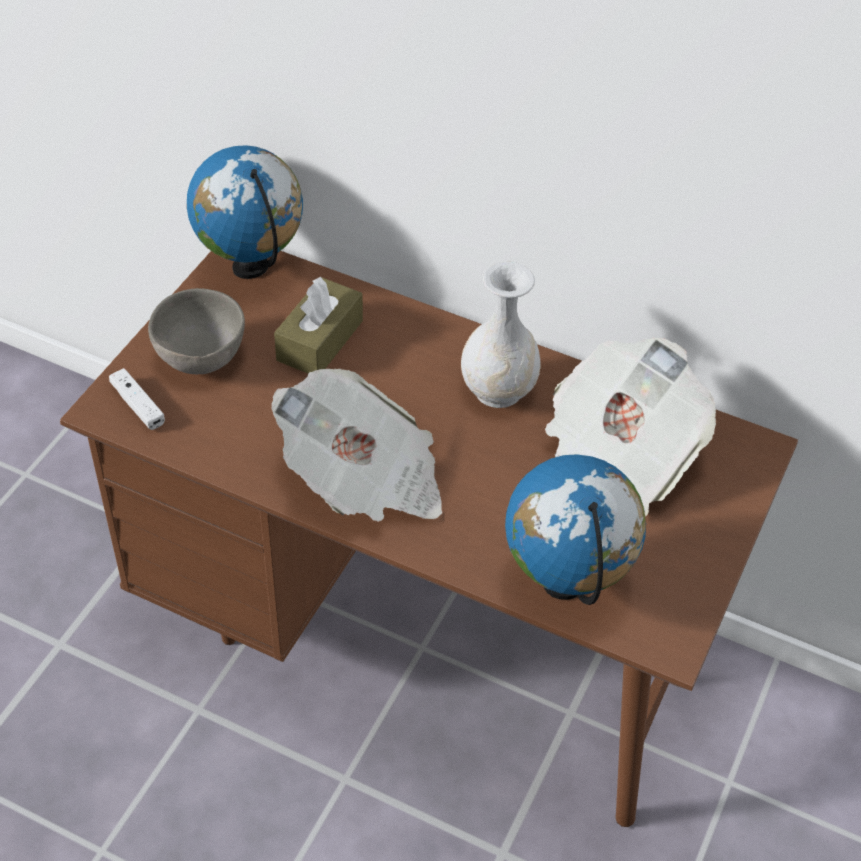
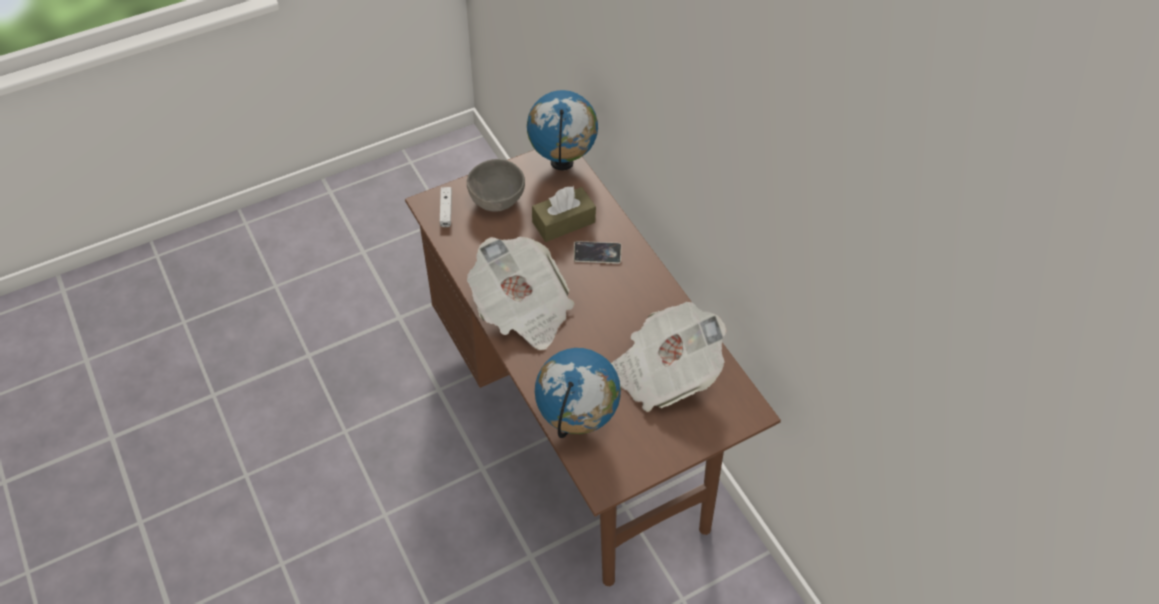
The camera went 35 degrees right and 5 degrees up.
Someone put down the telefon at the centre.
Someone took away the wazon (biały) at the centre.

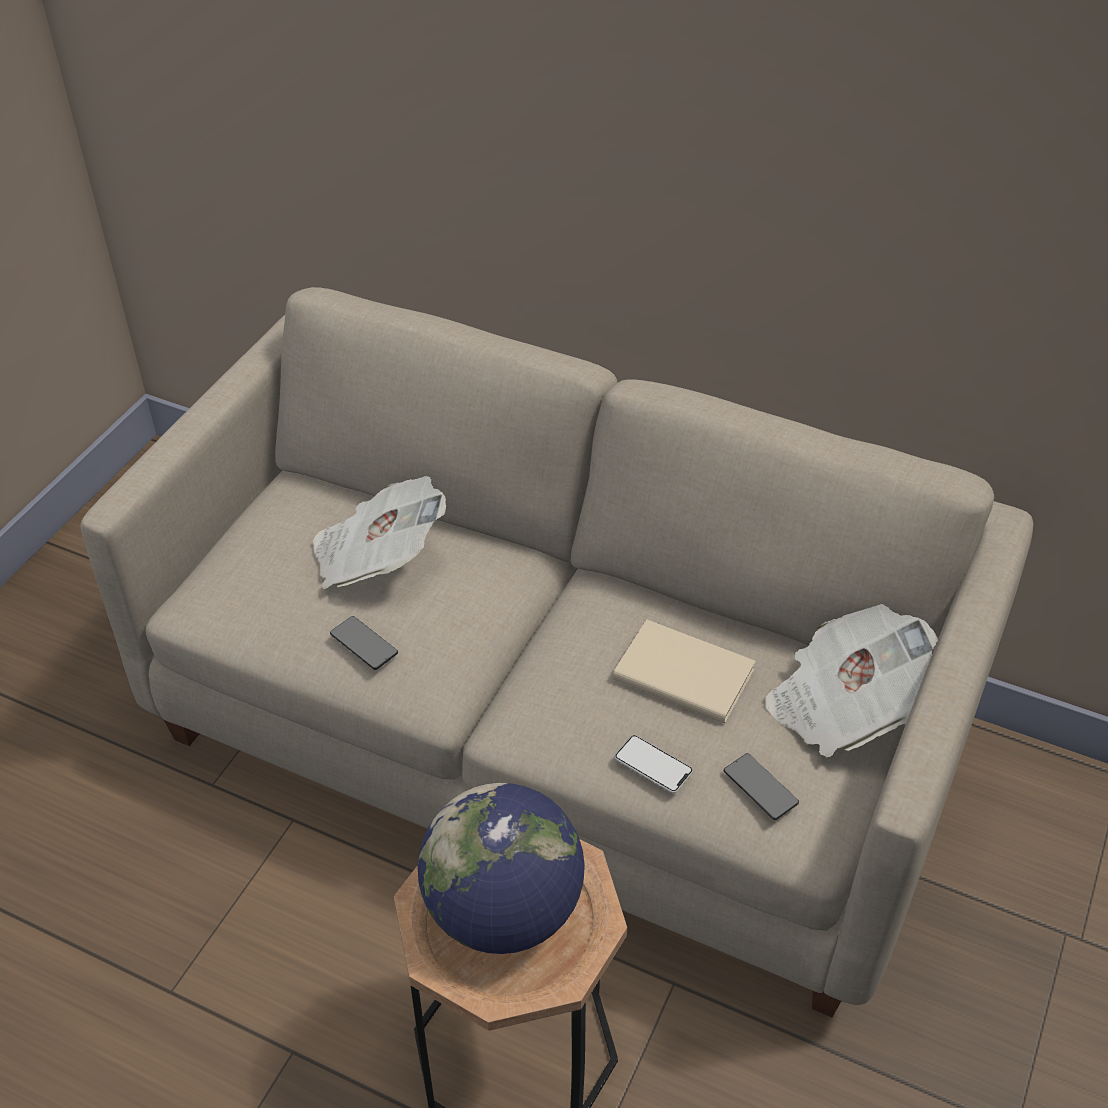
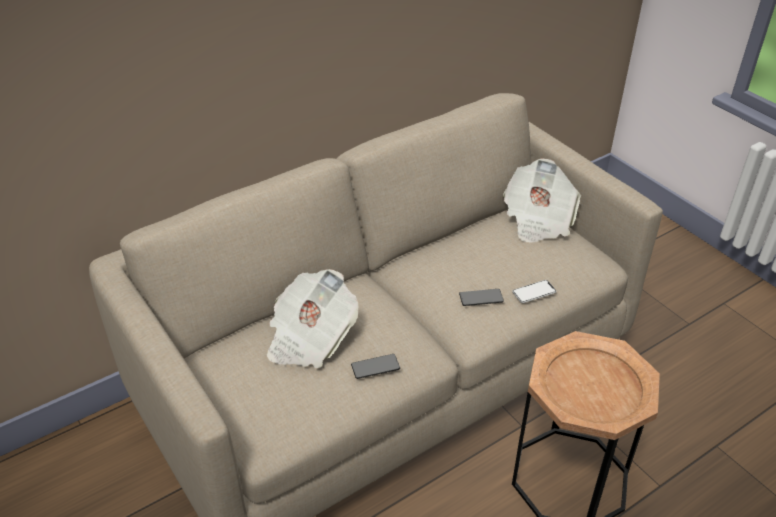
The camera went 60 degrees left and 5 degrees down.
Someone carried the telefon (3rd from left in the first image) from the bottom right to the centre.
Someone took away the globus at the bottom centre.
Someone took away the książka (beżowy) at the centre.

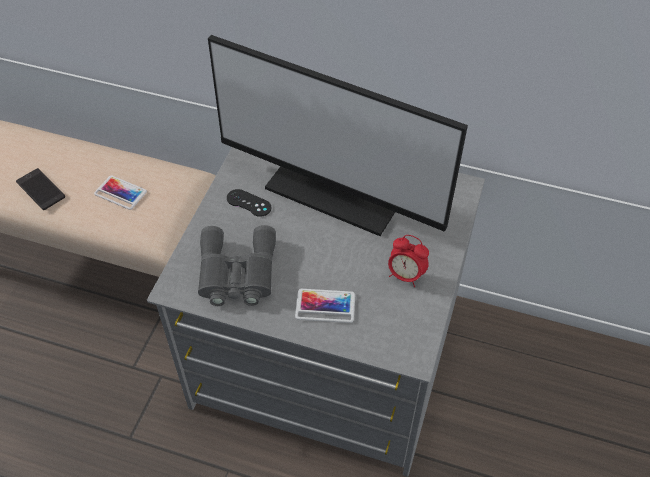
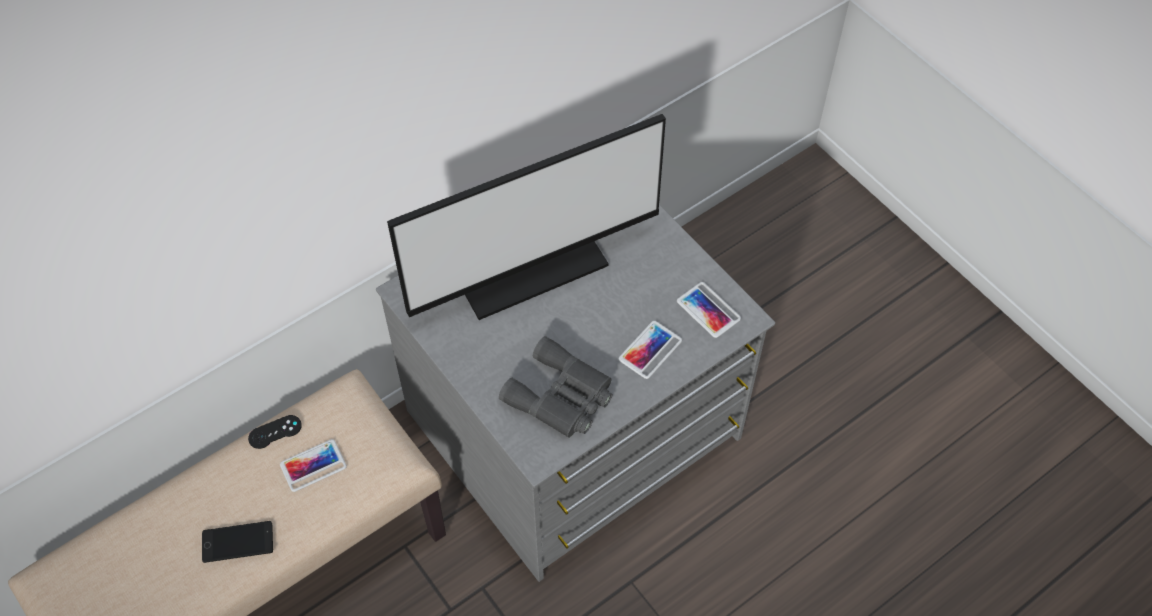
The camera went 55 degrees left and 5 degrees up.
Someone carried the pad do gier (czarny) from the centre to the bottom left.
Someone put down the telefon (4th from left) at the centre.
Someone took away the budzik at the centre.

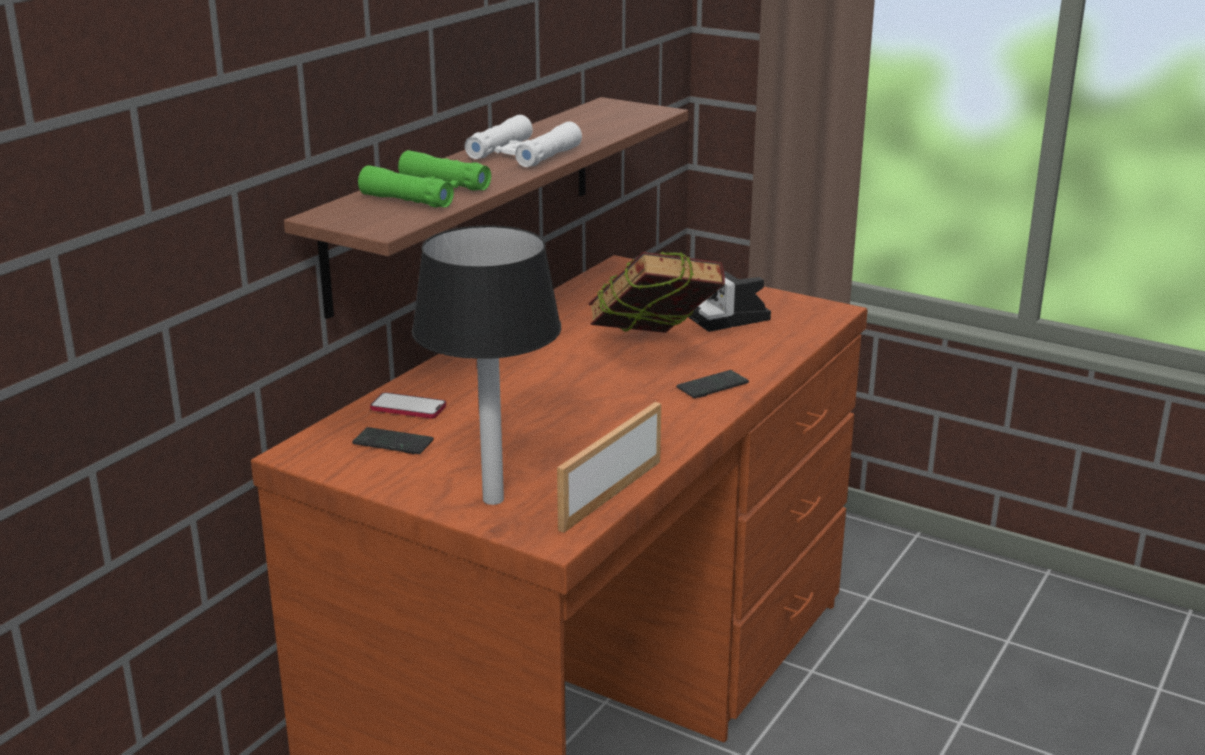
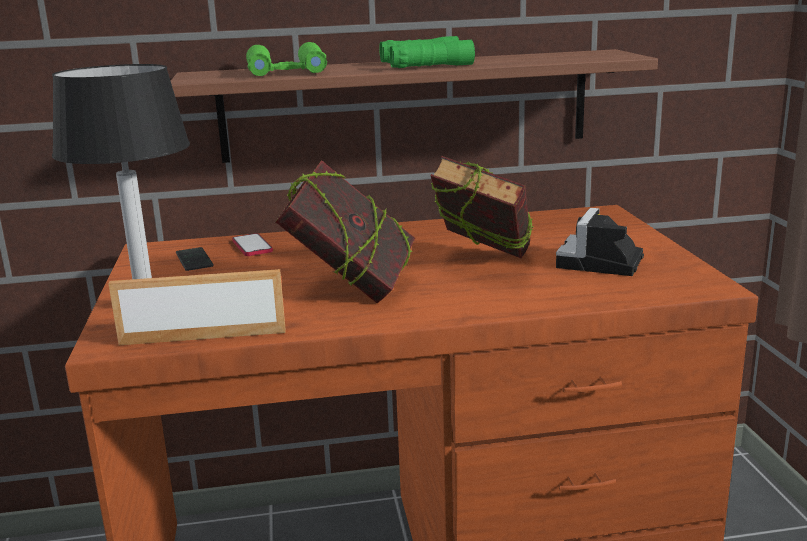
The camera went 50 degrees right and 5 degrees down.
Someone put down the książka (1st from left) at the centre.
Someone repainted the lornetka (biały) at the top centre, which became the lornetka (zielony) (2nd from left) at the top centre.
Someone took away the telefon (3rd from left) at the centre.

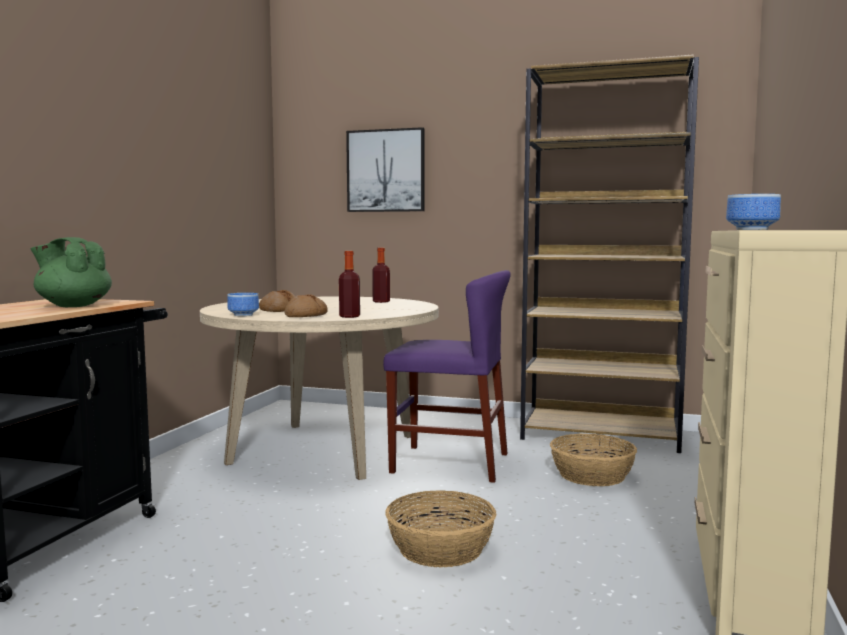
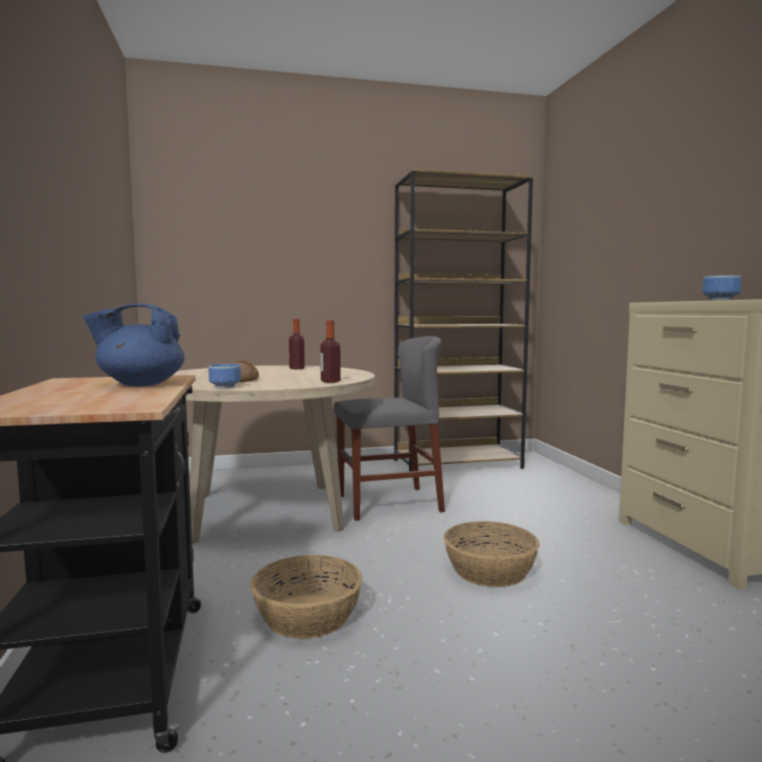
The camera went 30 degrees left and 0 degrees up.
Someone repainted the imbryk (zielony) at the middle left, which became the imbryk (niebieski) at the middle left.
Someone carried the koszyk (2nd from left in the first image) from the bottom right to the bottom centre.
Someone repainted the krzesło (fioletowy) at the centre, which became the krzesło (szary) at the centre.
Someone took away the chleb (2nd from left) at the centre.
Someone took away the obraz at the top centre.

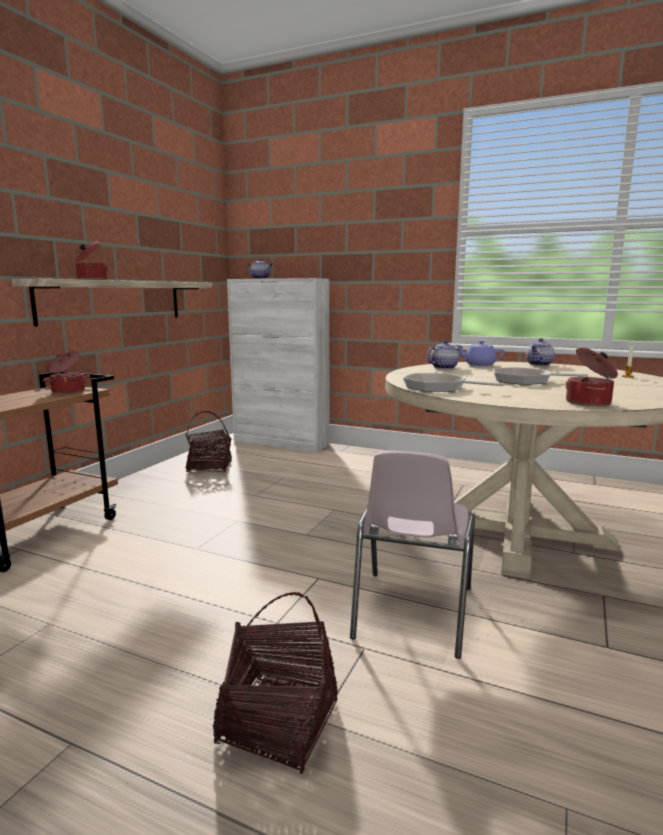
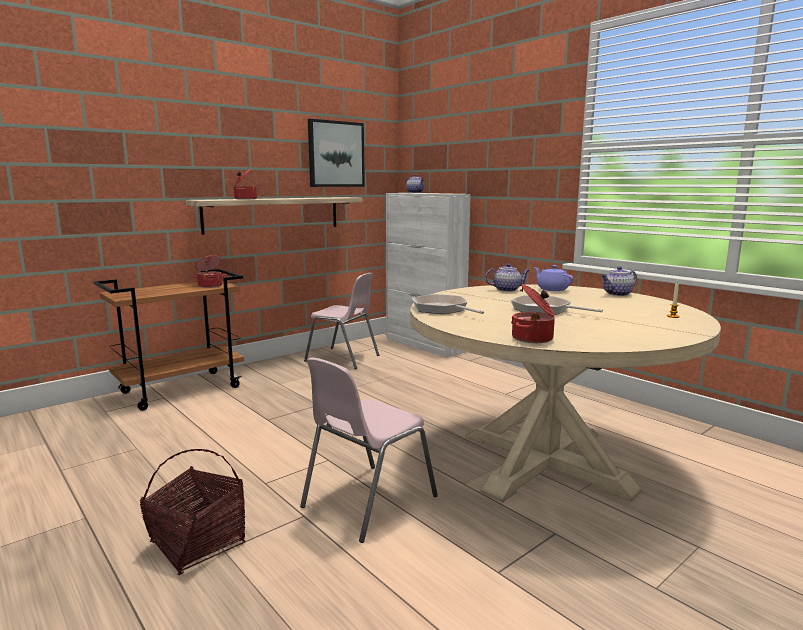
The camera went 25 degrees right and 0 degrees up.
Someone swapped the koszyk (1st from left) at the middle left for the krzesło (różowy) (1st from left) at the centre.
Someone put up the obraz at the top centre.

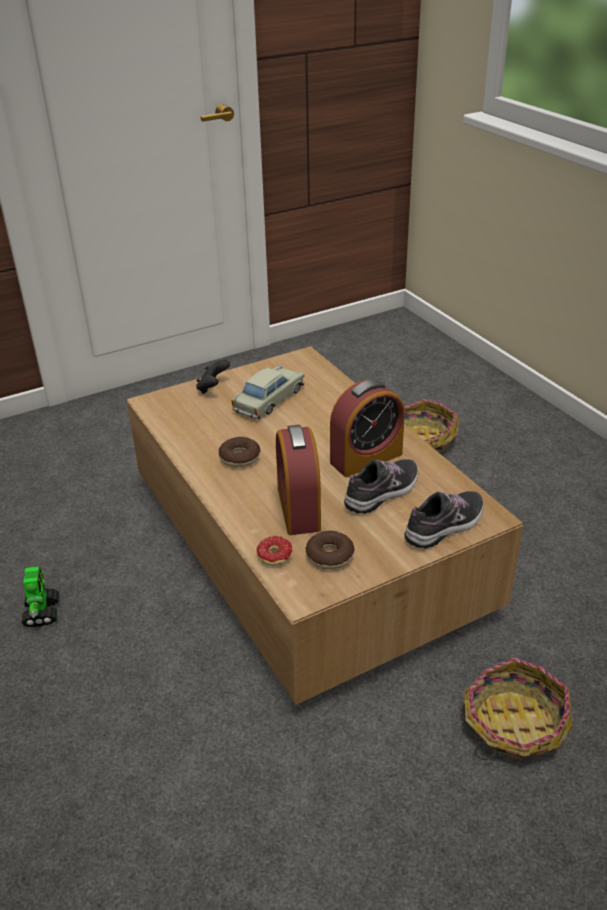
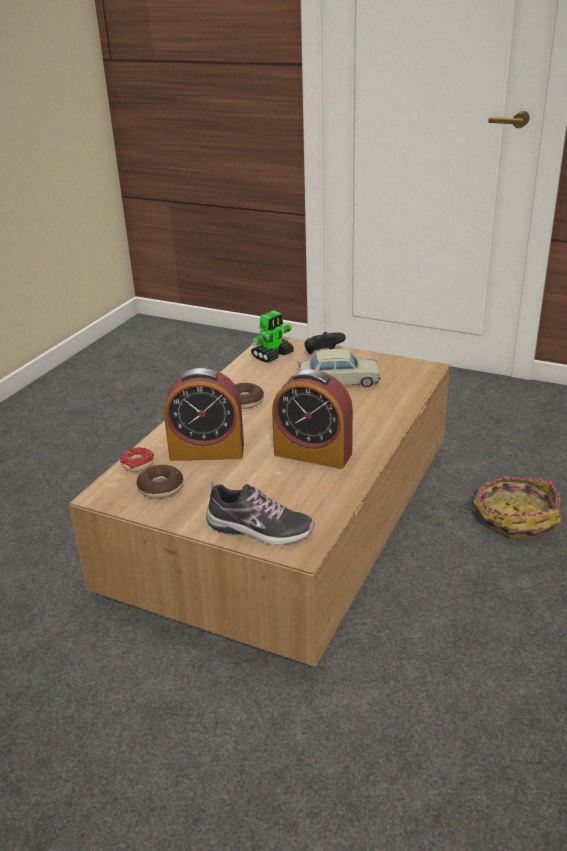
The camera went 55 degrees right and 5 degrees down.
Someone rotated the budzik (1st from left) at the centre by 135 degrees counterclockwise.
Someone carried the robot zabawkowy from the middle left to the centre.
Someone took away the but (1st from left) at the centre.
Someone took away the koszyk (2nd from left) at the bottom right.

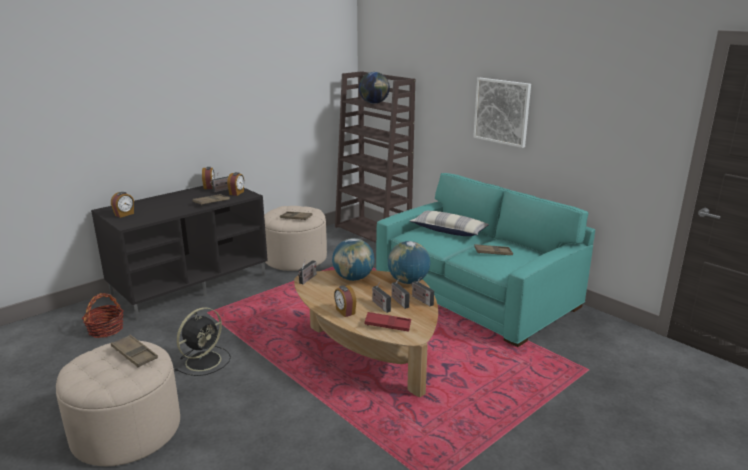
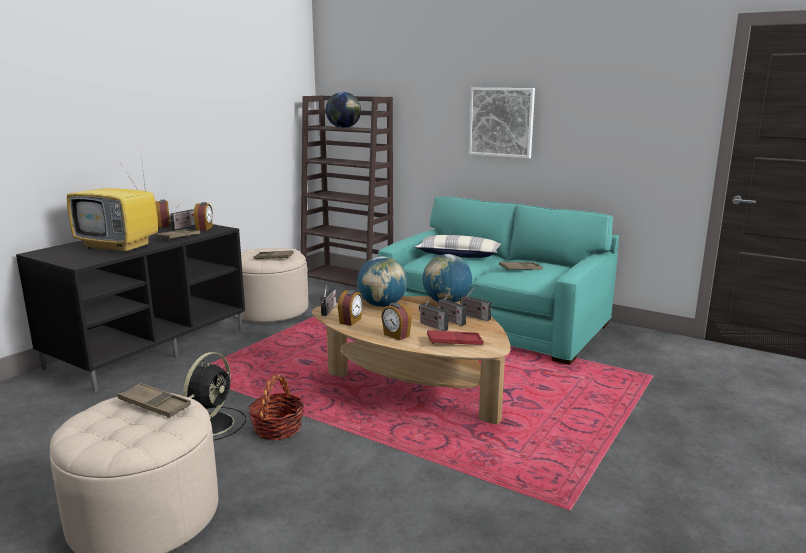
The camera went 15 degrees left and 5 degrees down.
Someone put down the telewizor at the middle left.
Someone carried the koszyk from the bottom left to the bottom centre.
Someone carried the budzik (1st from left in the first image) from the middle left to the centre.

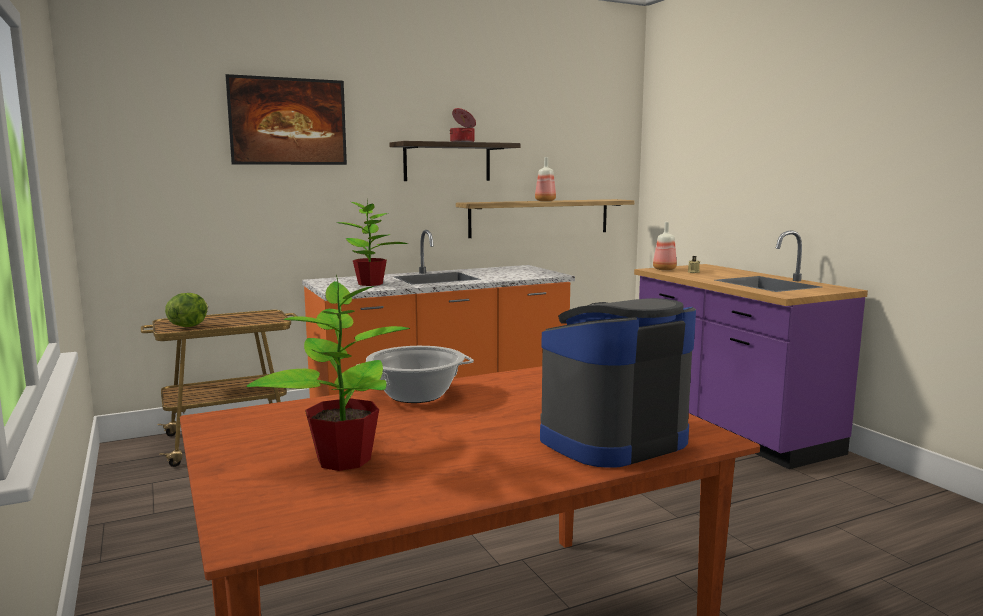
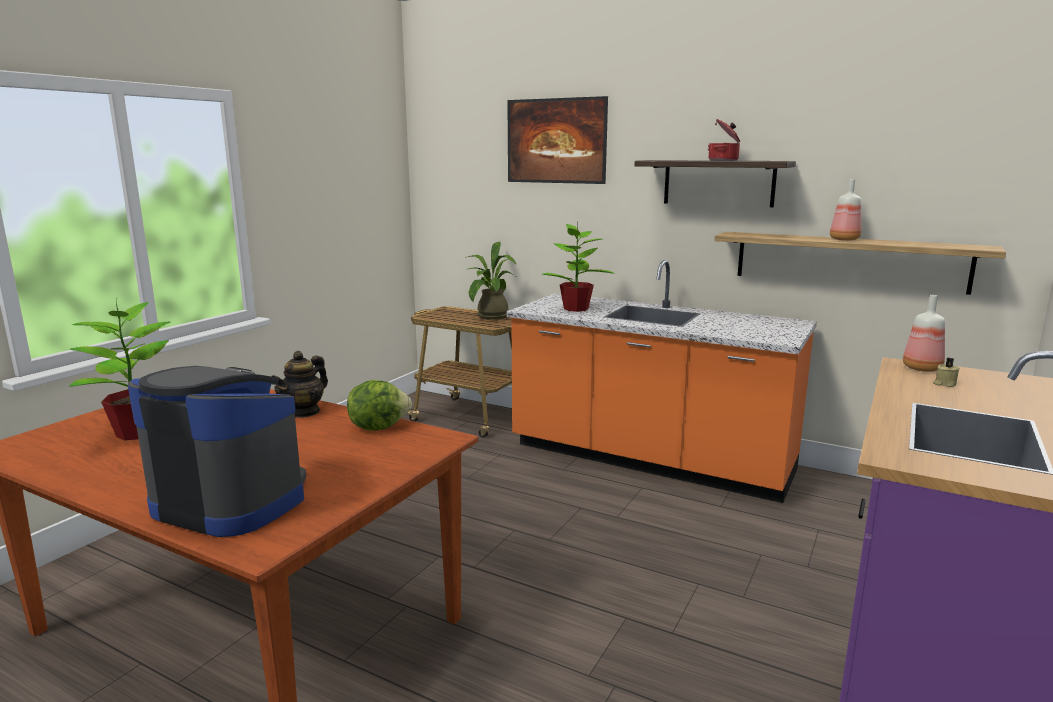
The camera went 55 degrees right and 5 degrees up.
Someone swapped the garnek (1st from left) at the centre for the imbryk at the middle left.
Someone carried the sałata from the middle left to the centre.
Someone put down the roślina doniczkowa (2nd from left) at the centre.

